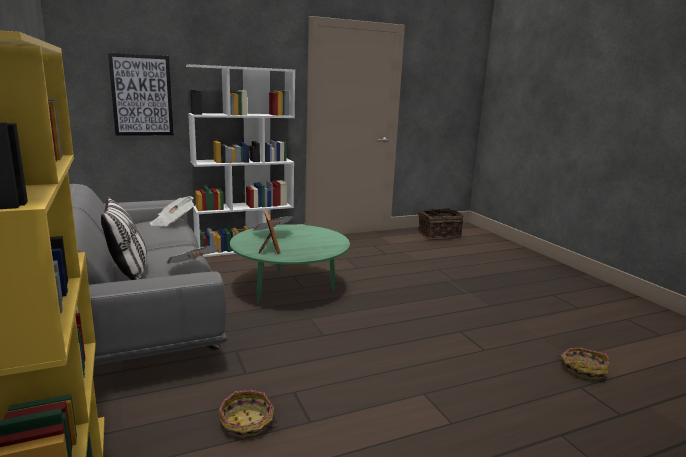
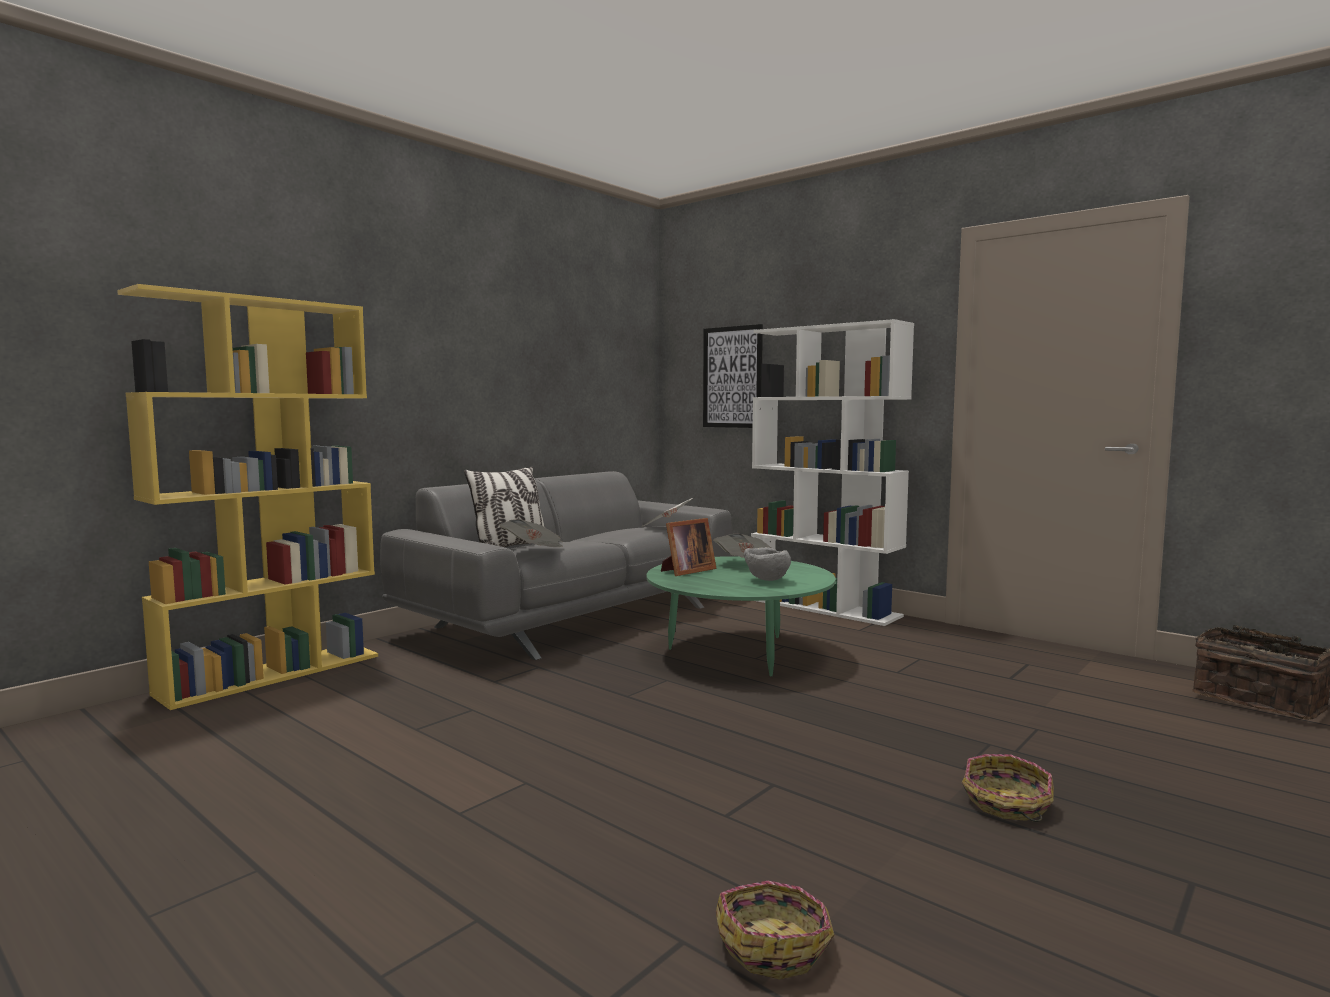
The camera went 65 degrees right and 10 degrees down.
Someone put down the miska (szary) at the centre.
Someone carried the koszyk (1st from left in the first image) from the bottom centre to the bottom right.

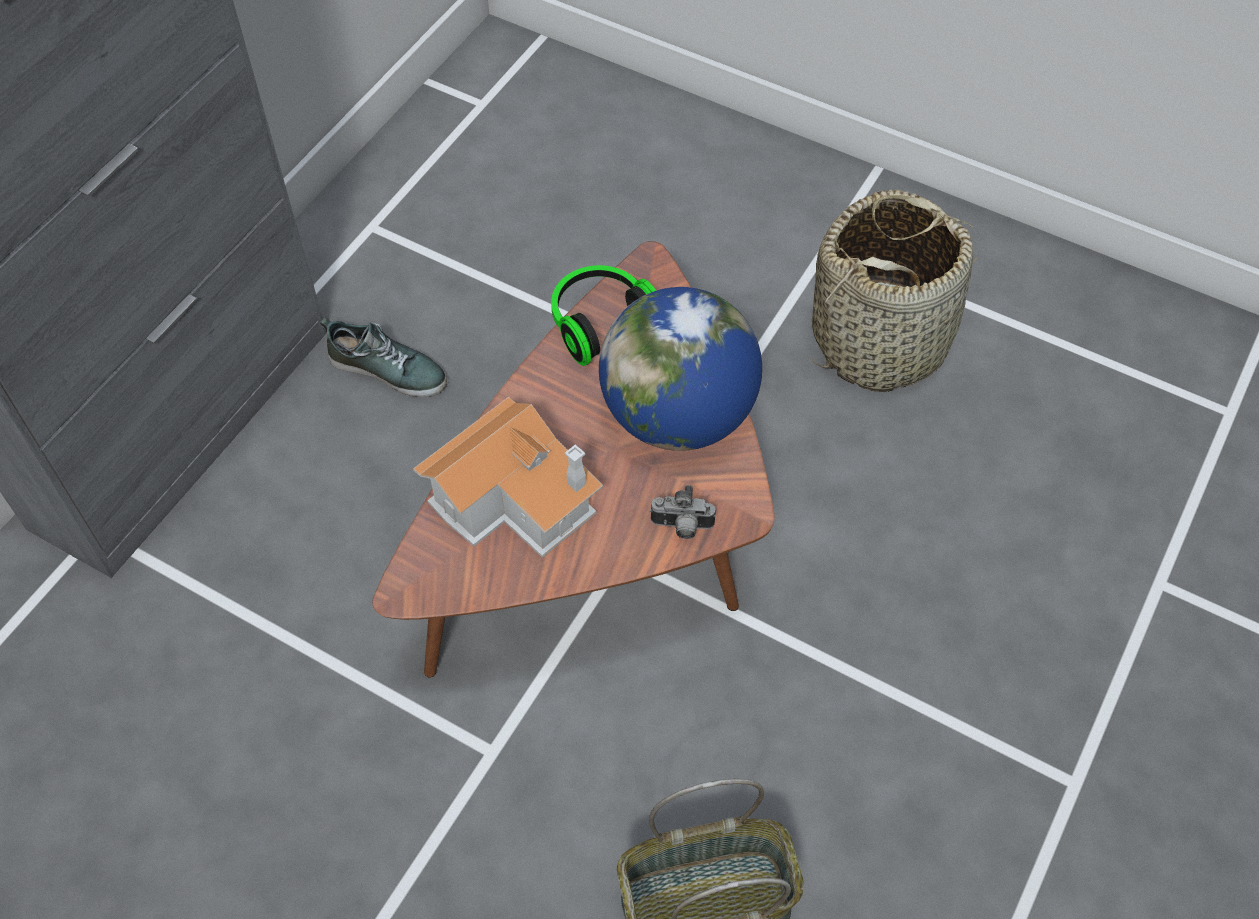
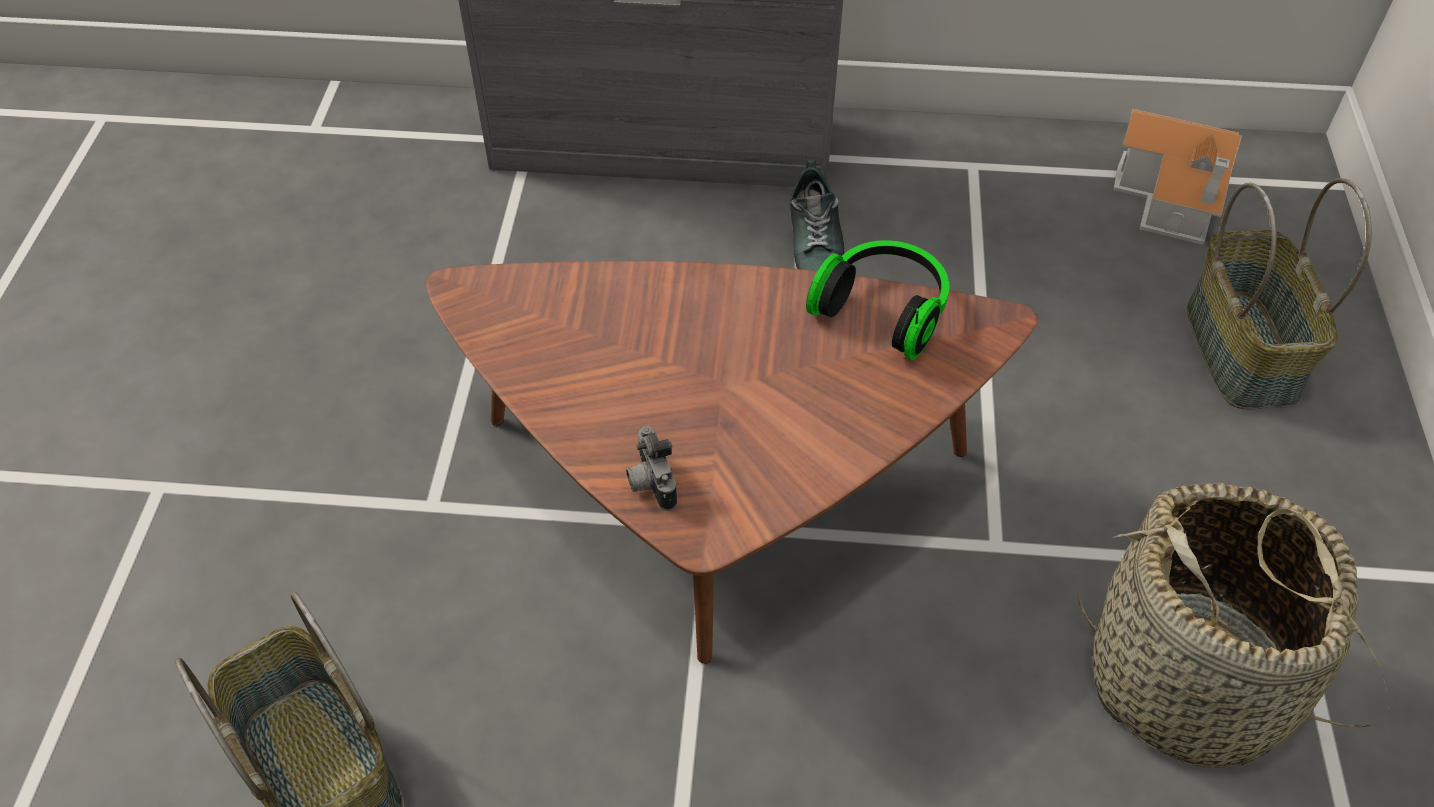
The camera went 65 degrees right and 5 degrees down.
Someone carried the domek from the centre to the top right.
Someone put down the koszyk (3rd from left) at the middle right.
Someone took away the globus at the centre.

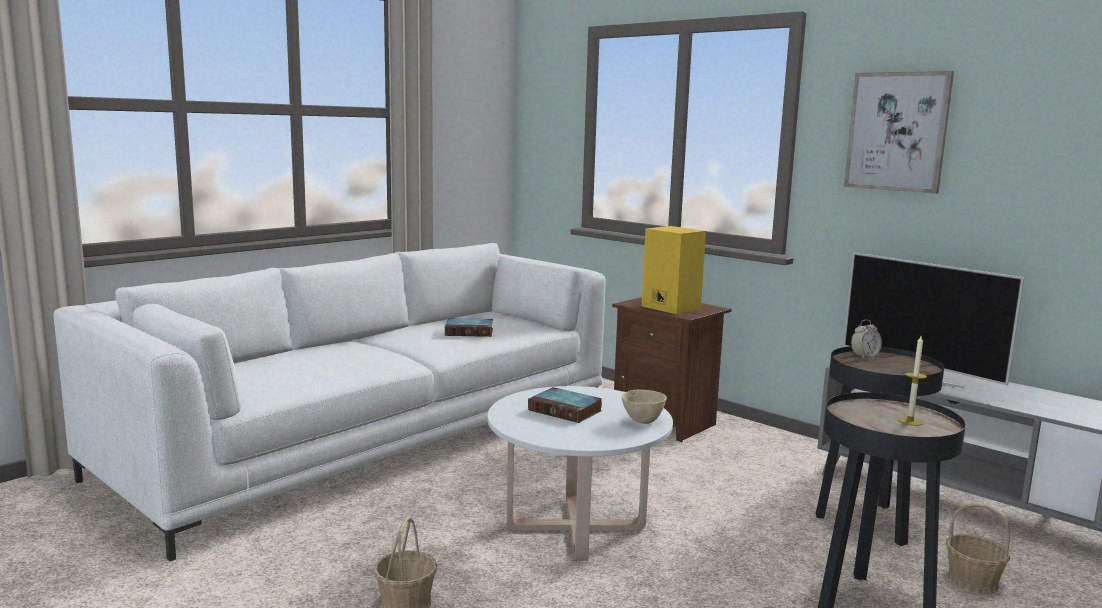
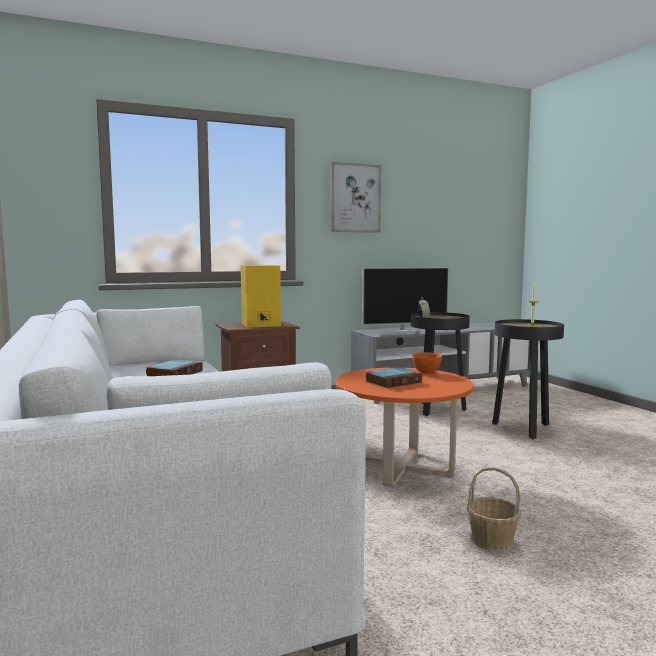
The camera went 65 degrees left and 5 degrees down.
Someone repainted the ława (biały) at the bottom centre, which became the ława (pomarańczowy) at the centre.
Someone repainted the miska (beżowy) at the bottom centre, which became the miska (pomarańczowy) at the centre.
Someone took away the koszyk (2nd from left) at the bottom right.

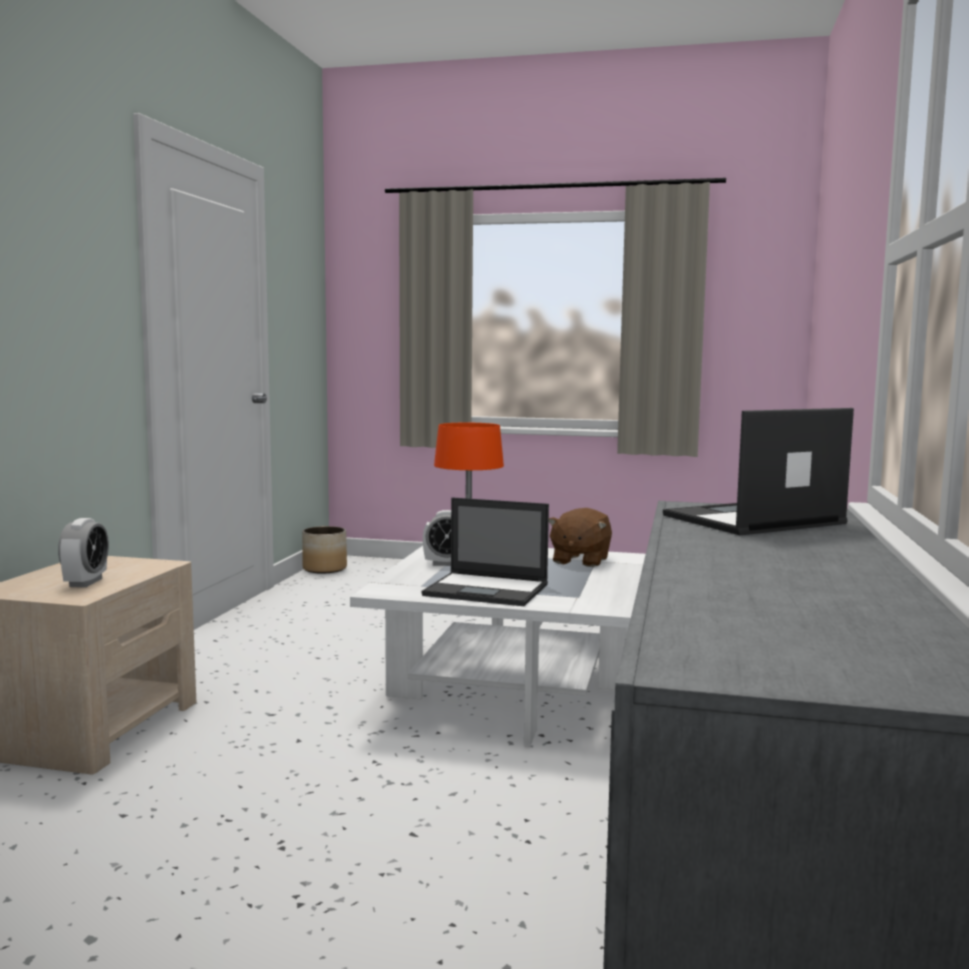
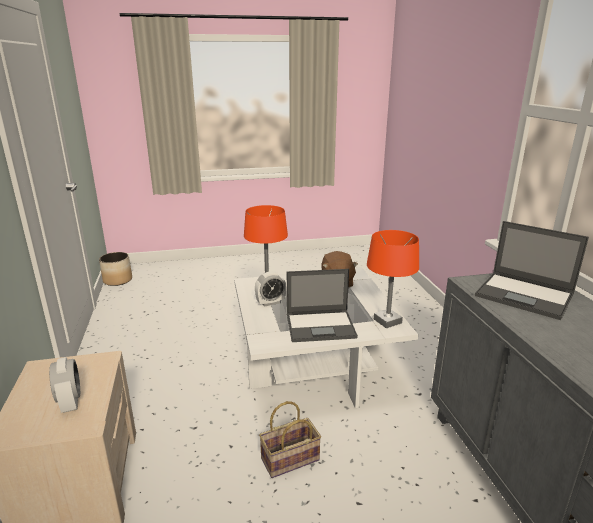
The camera went 25 degrees left and 15 degrees up.
Someone put down the koszyk at the bottom centre.
Someone put down the lampa stołowa (pomarańczowy) (2nd from left) at the centre.
Someone rotated the laptop (2nd from left) at the middle right by 90 degrees counterclockwise.

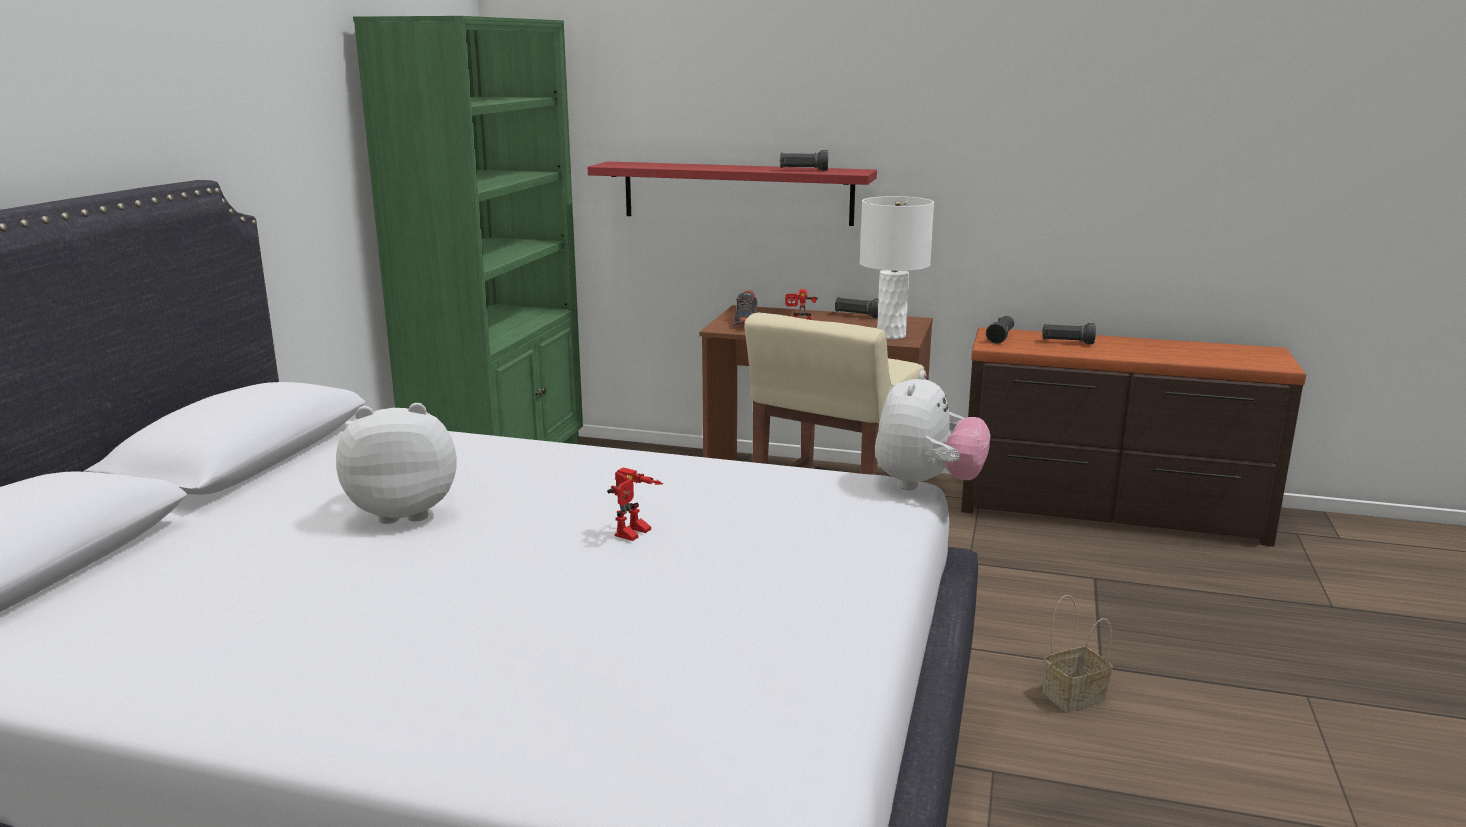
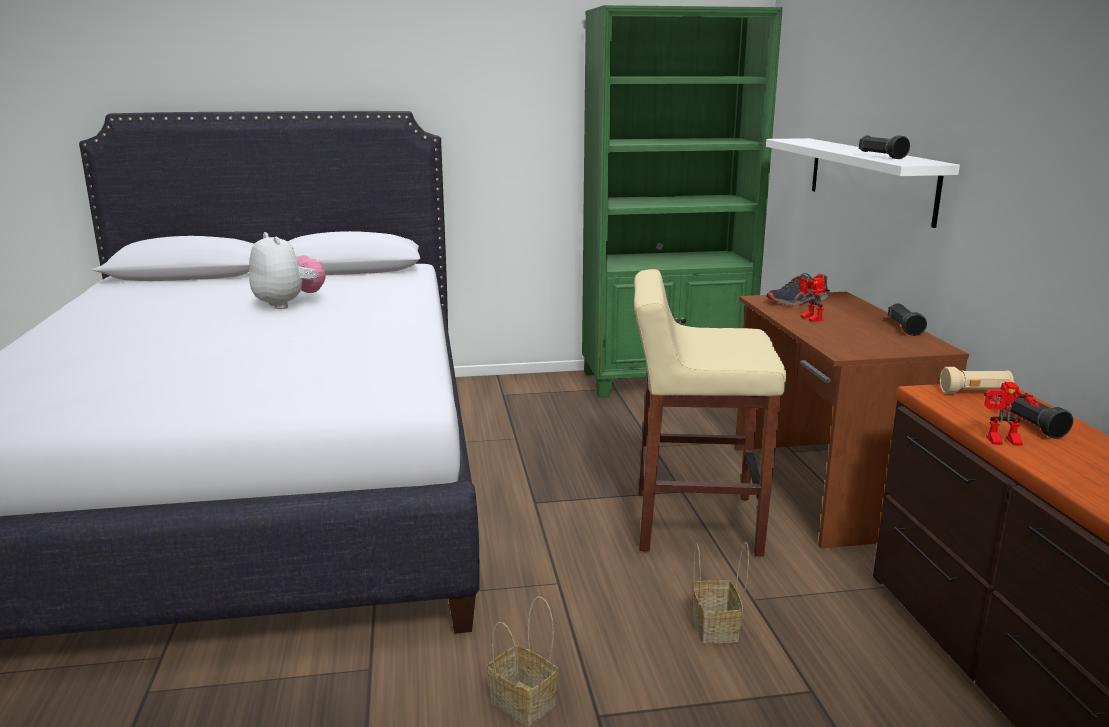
The camera went 65 degrees right and 0 degrees up.
Someone put down the koszyk (2nd from left) at the bottom centre.
Someone repainted the półka (czerwony) at the top centre, which became the półka (biały) at the top right.
Someone repainted the latarka (czarny) (3rd from left) at the middle right, which became the latarka (beżowy) at the middle right.
Someone carried the robot zabawkowy (1st from left in the first image) from the centre to the middle right.
Someone took away the lampa stołowa (biały) at the top centre.
Someone took away the pluszak (2nd from left) at the centre.

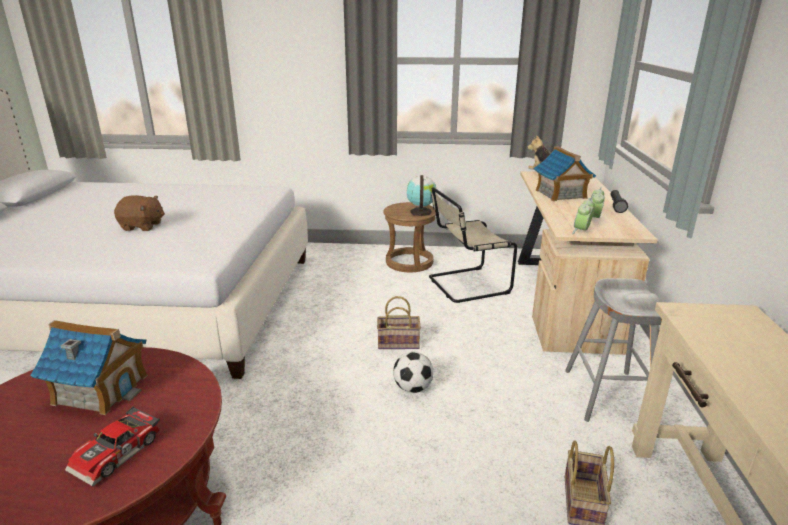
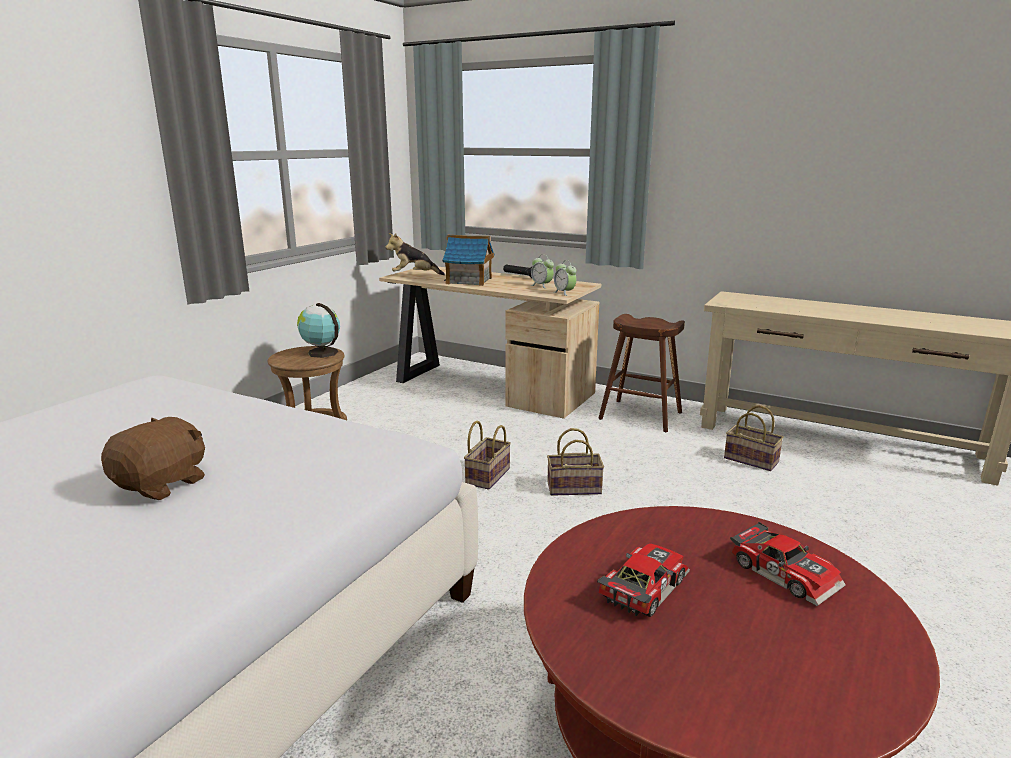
The camera went 65 degrees left and 5 degrees down.
Someone swapped the piłka futbolowa at the bottom centre for the koszyk (2nd from left) at the centre.
Someone swapped the domek (1st from left) at the bottom left for the samochodzik (1st from left) at the bottom centre.
Someone repainted the stołek (szary) at the bottom right, which became the stołek (brązowy) (2nd from left) at the centre.
Someone took away the krzesło (beżowy) at the centre.

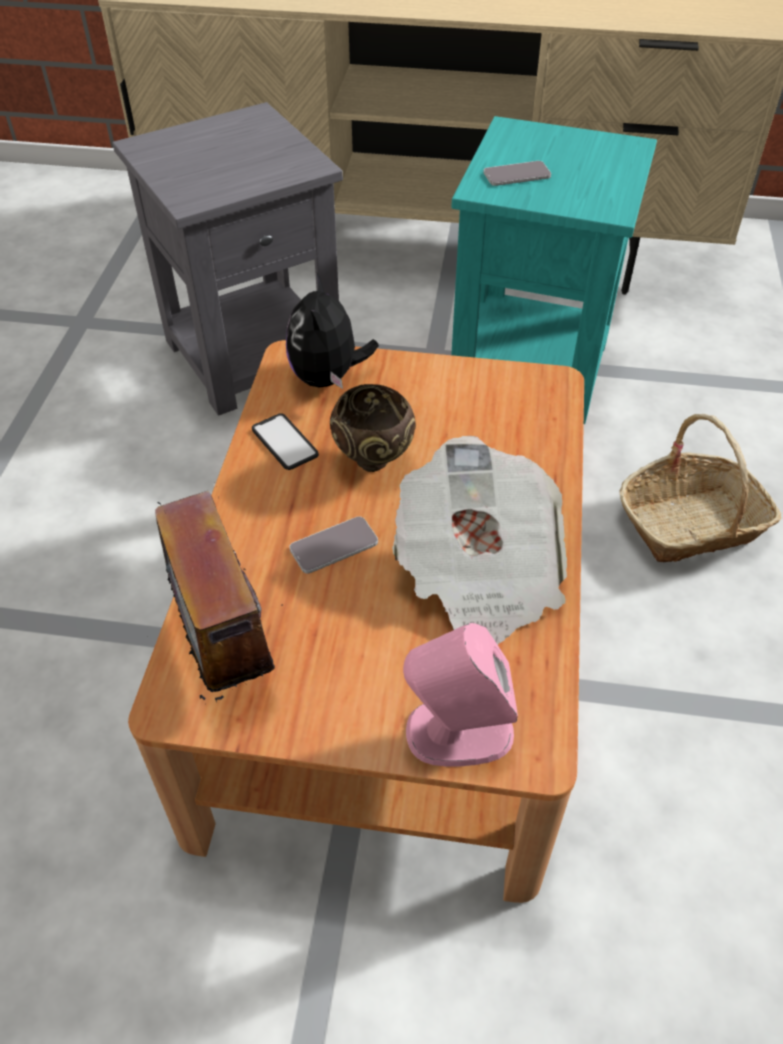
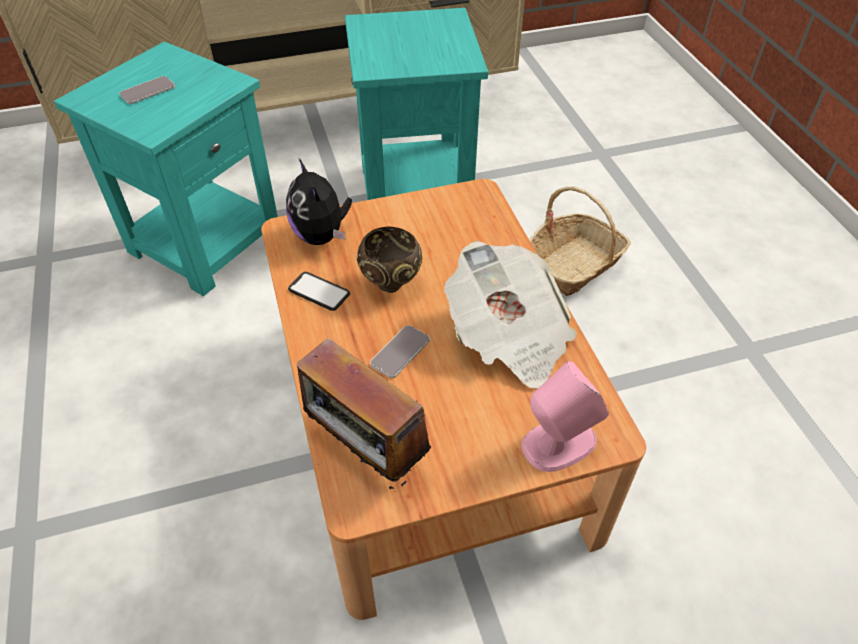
The camera went 25 degrees left and 0 degrees up.
Someone repainted the stolik (szary) at the top left, which became the stolik (turkusowy) (1st from left) at the top left.
Someone carried the telefon (3rd from left in the first image) from the top centre to the top left.

